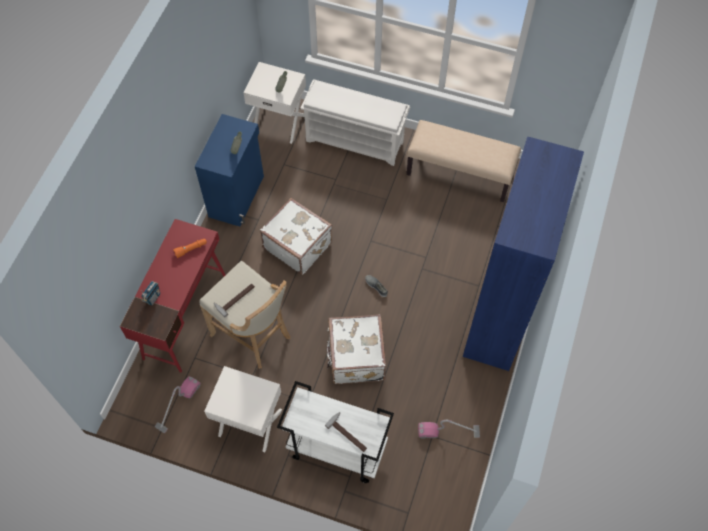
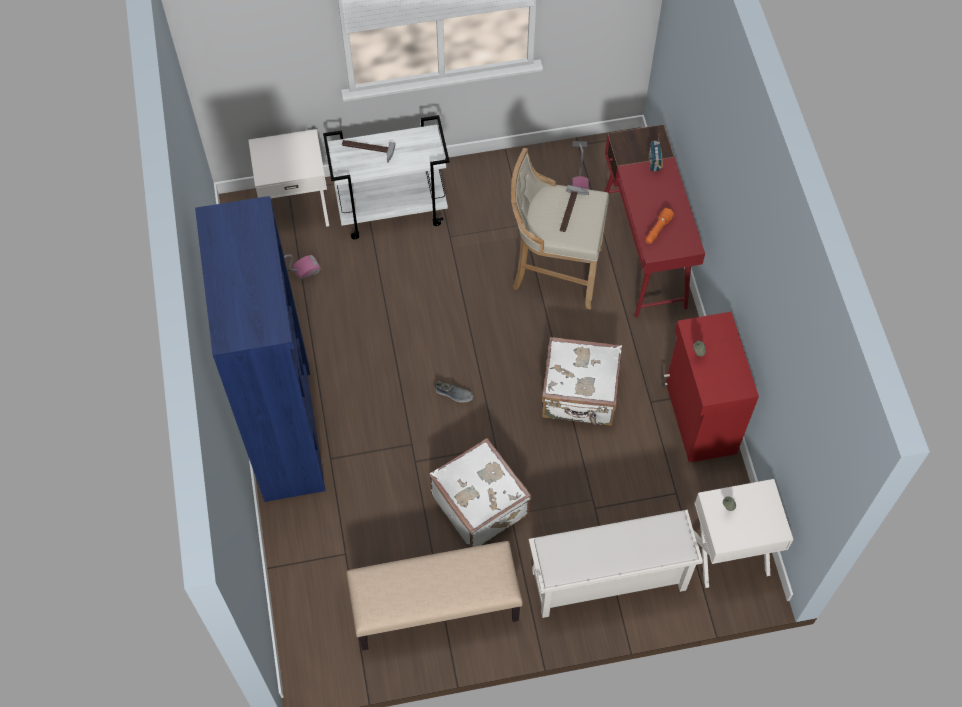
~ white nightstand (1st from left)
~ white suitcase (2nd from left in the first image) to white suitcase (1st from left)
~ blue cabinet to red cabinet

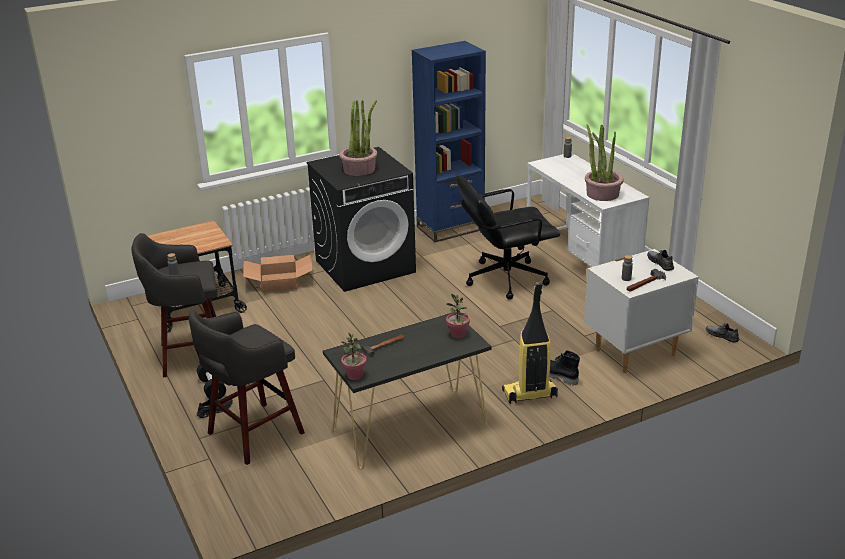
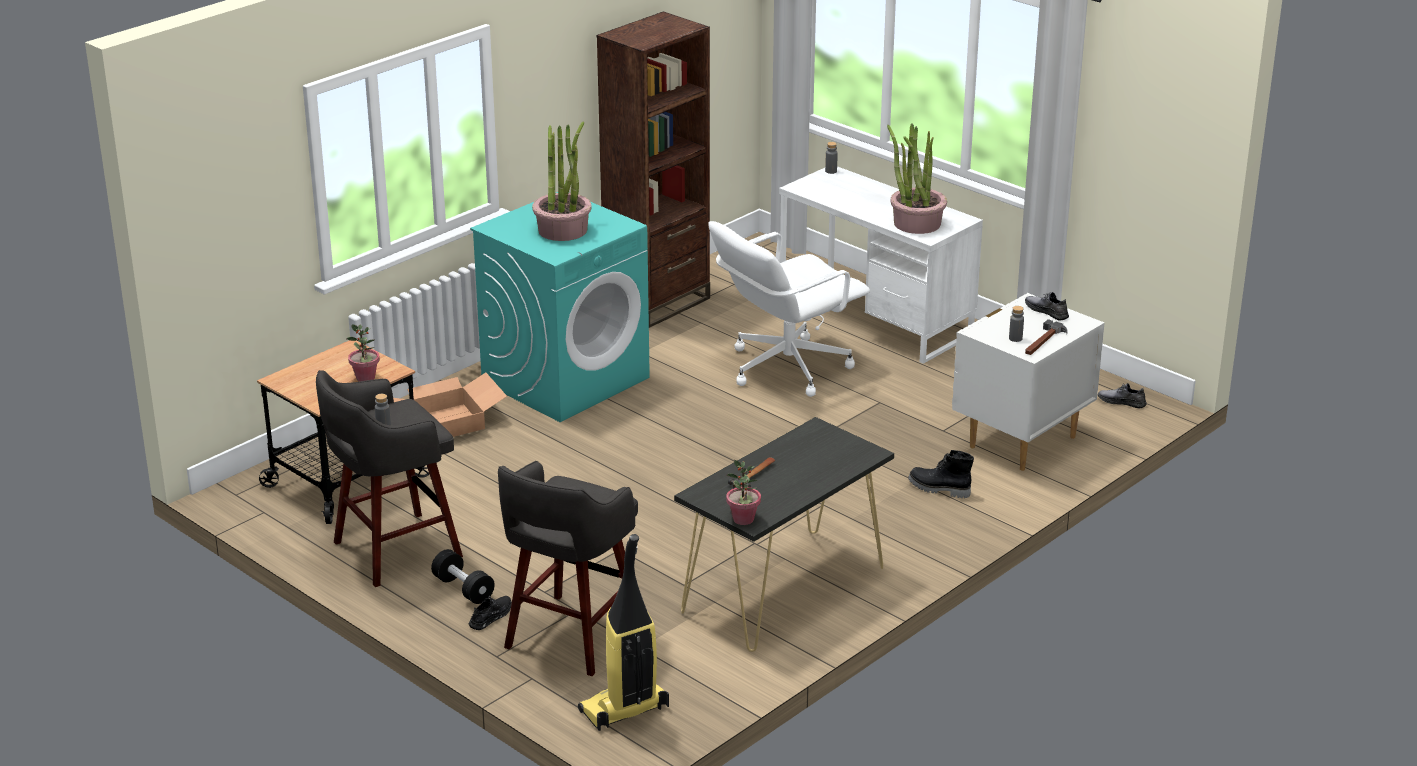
~ potted plant (3rd from left in the first image) to potted plant (1st from left)
~ black washing machine to turquoise washing machine
~ vacuum cleaner
~ blue bookcase to brown bookcase
~ black office chair to white office chair

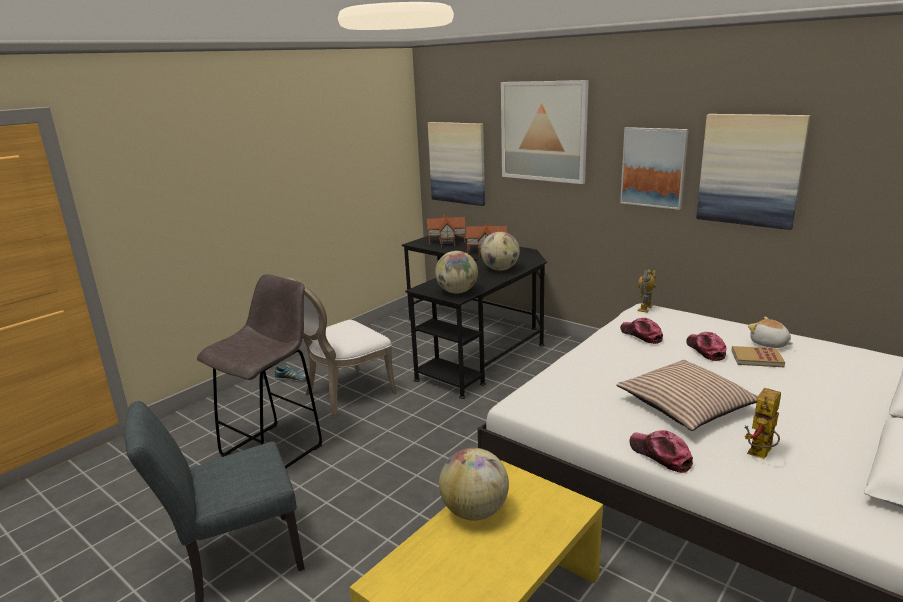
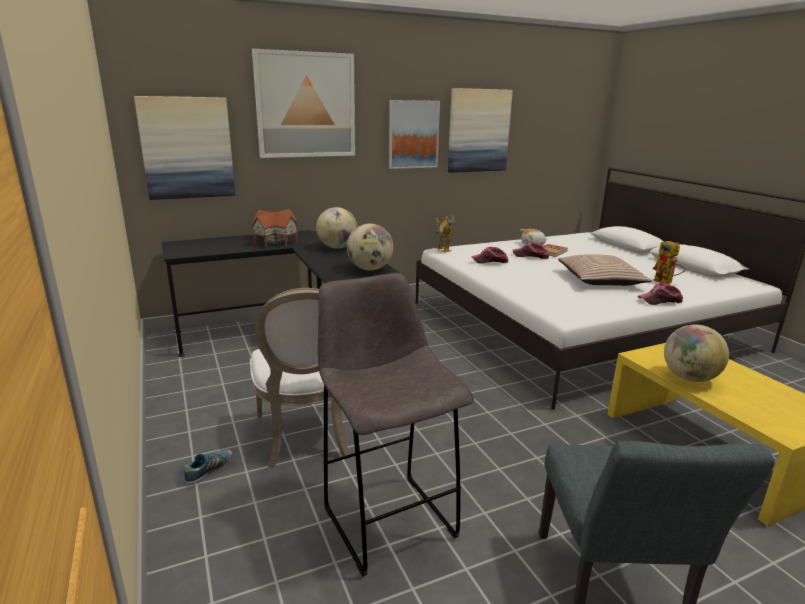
- toy house (1st from left)

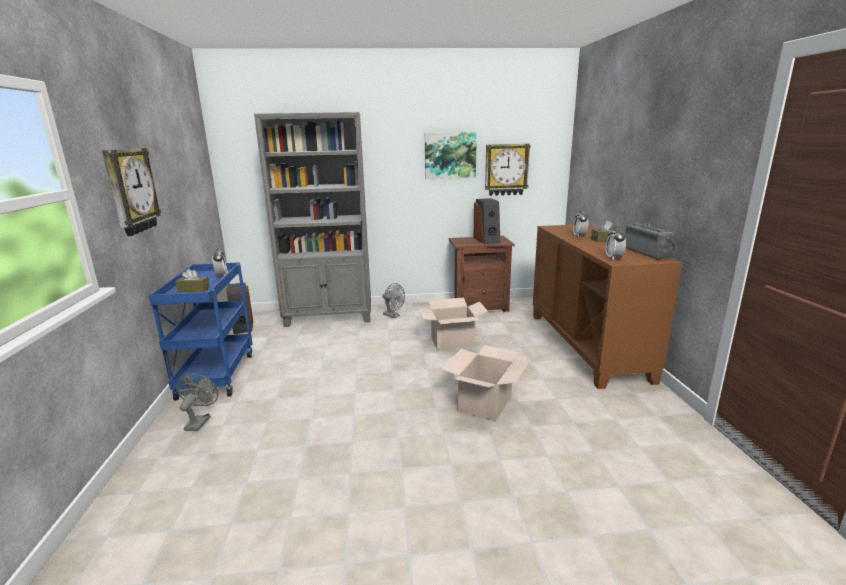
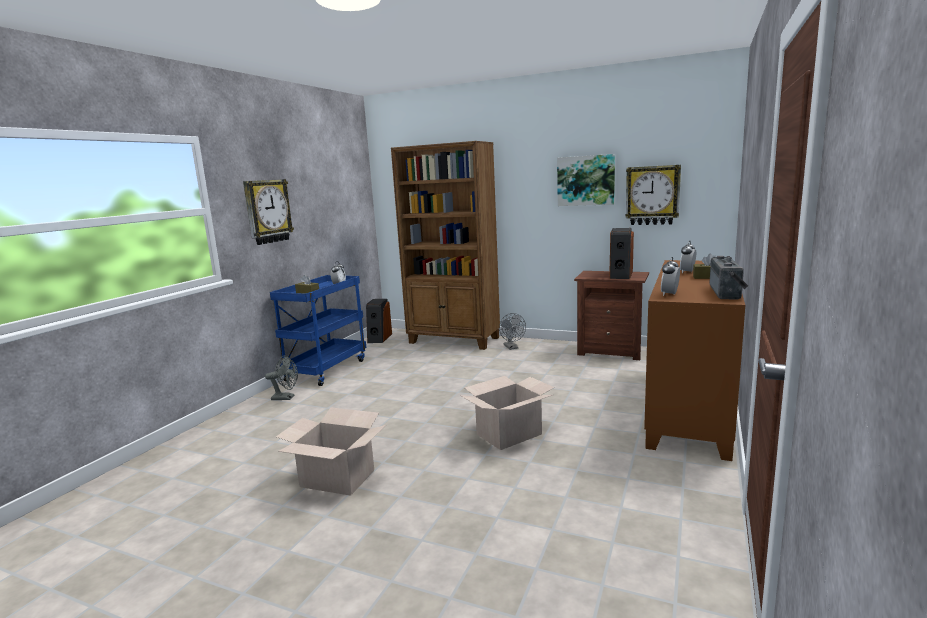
~ grey fan (1st from left) 60 degrees clockwise
~ cardboard box (1st from left)
~ grey bookcase to brown bookcase

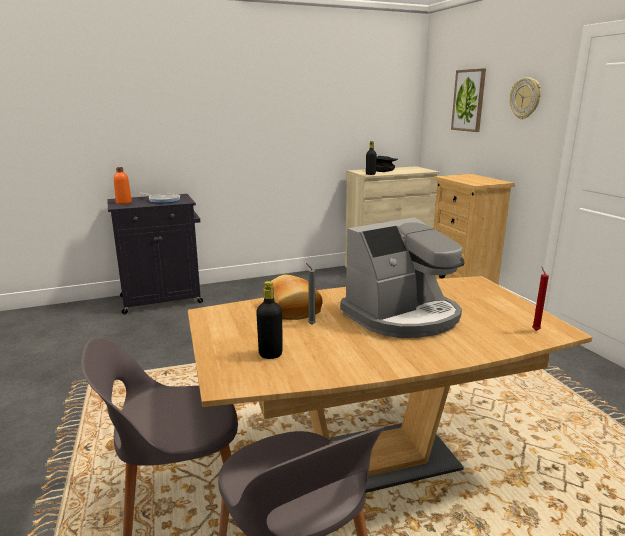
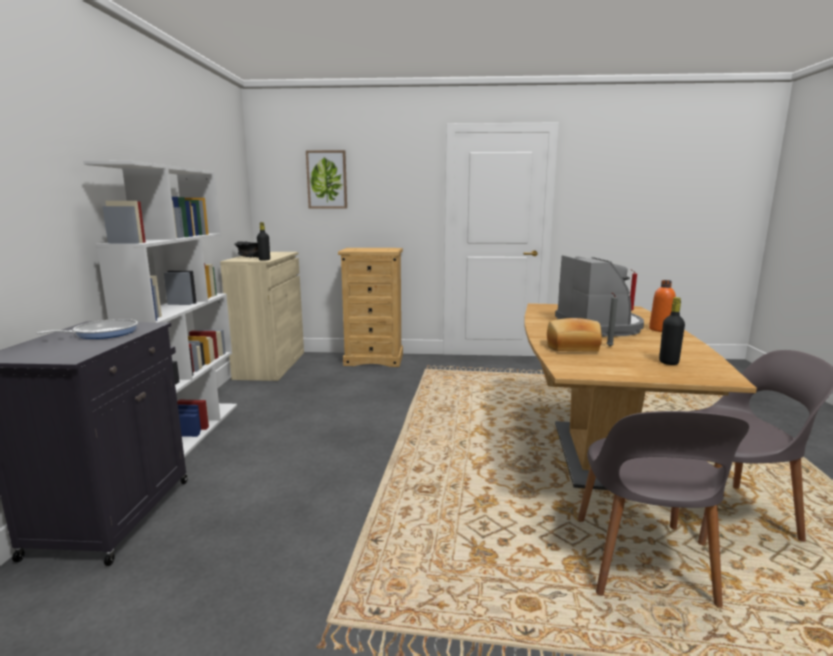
+ white bookcase
~ orange bottle
- wall clock

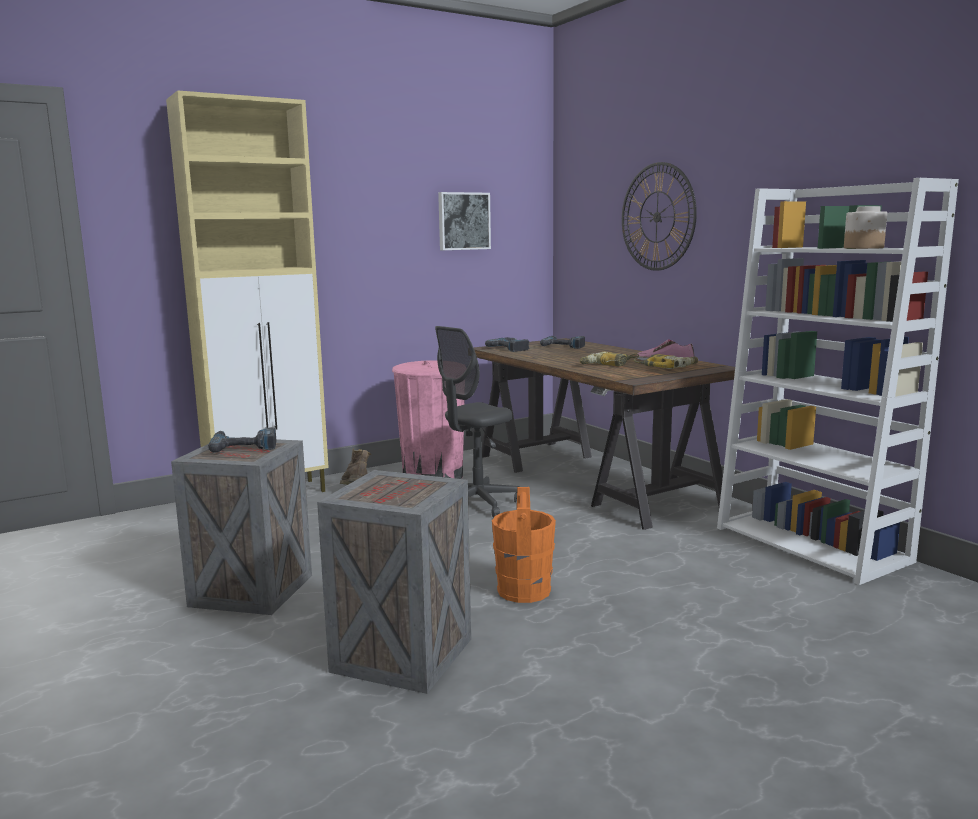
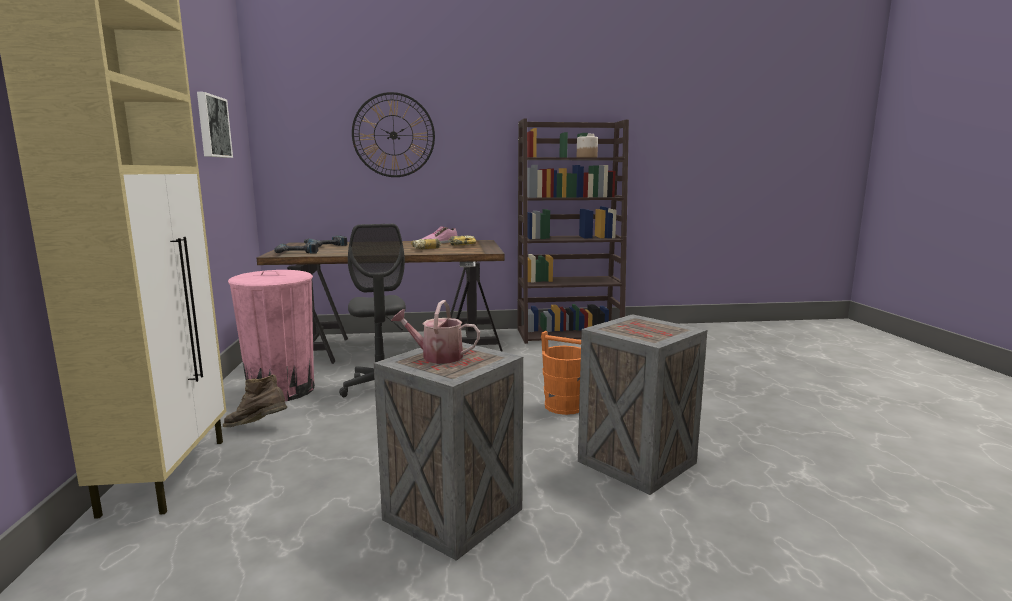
~ power drill (1st from left) to watering can
~ white bookcase to brown bookcase

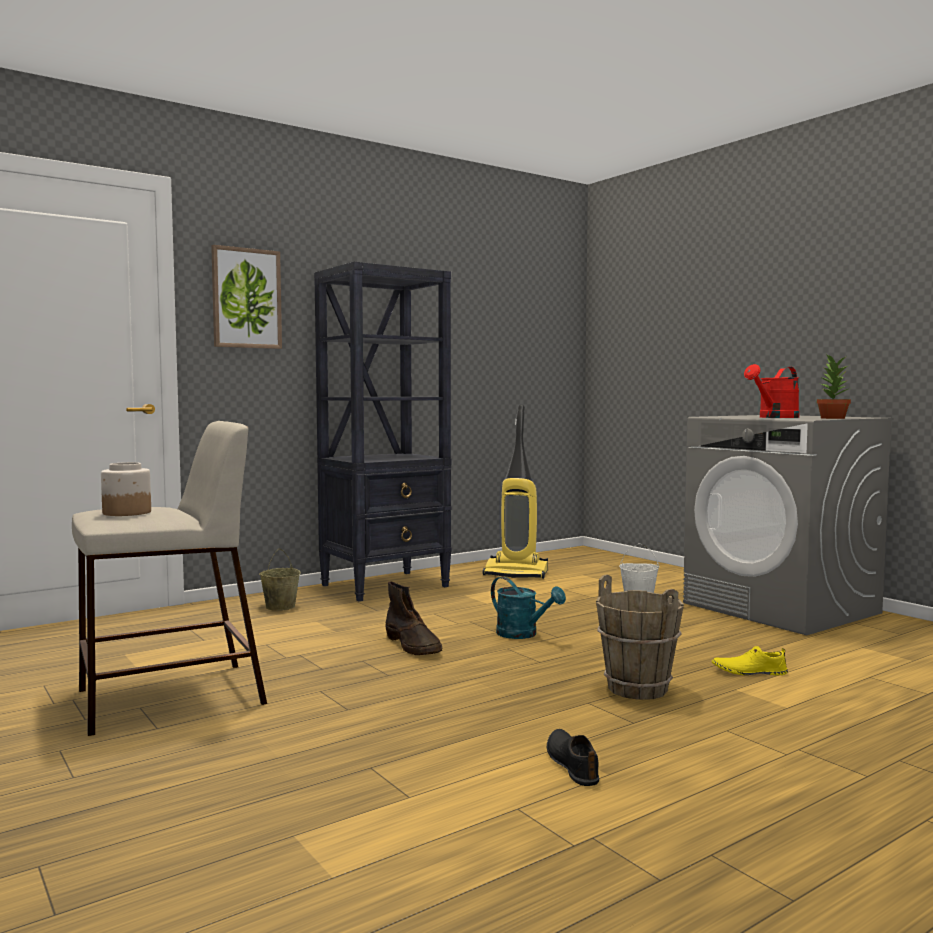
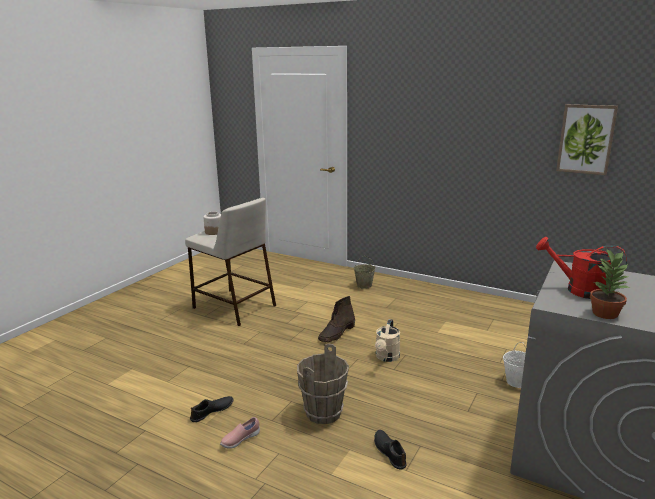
+ pink shoe
~ yellow shoe to black shoe (2nd from left)
~ turquoise watering can to beige watering can
~ picture
- black bookcase
- vacuum cleaner

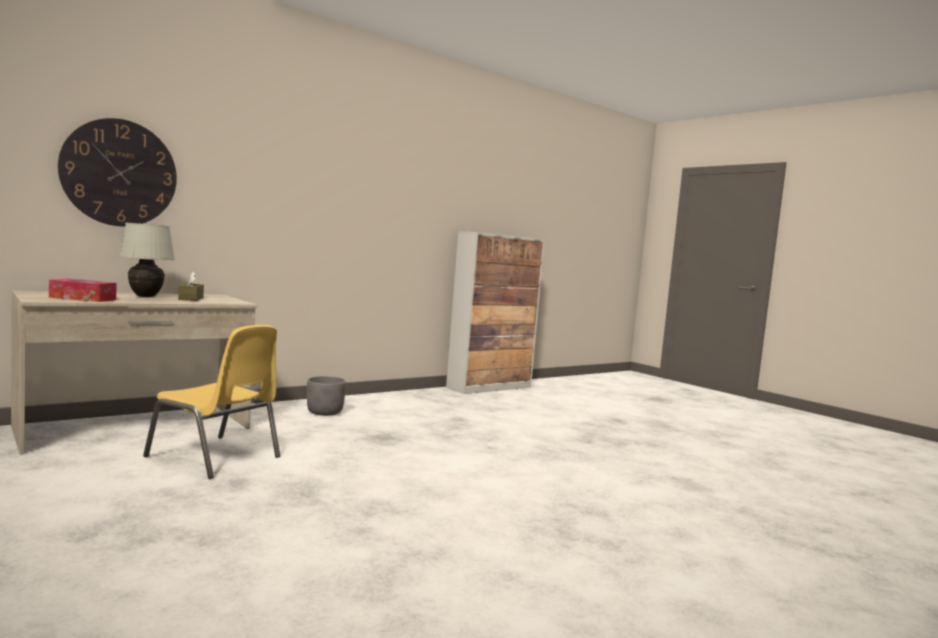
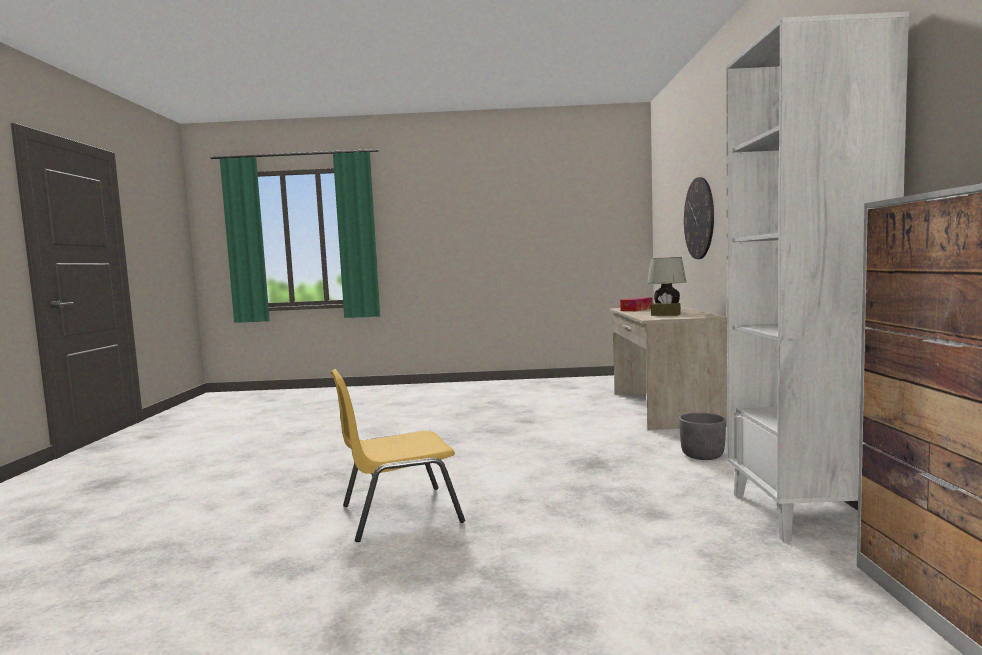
~ yellow chair
+ white bookcase

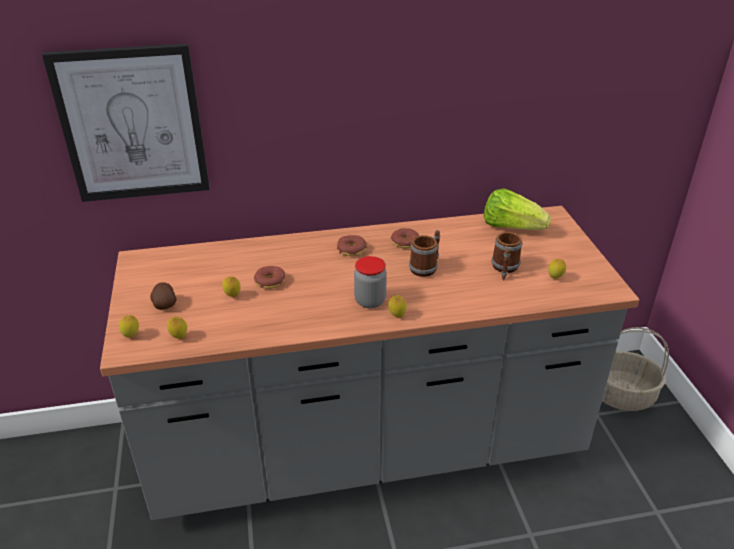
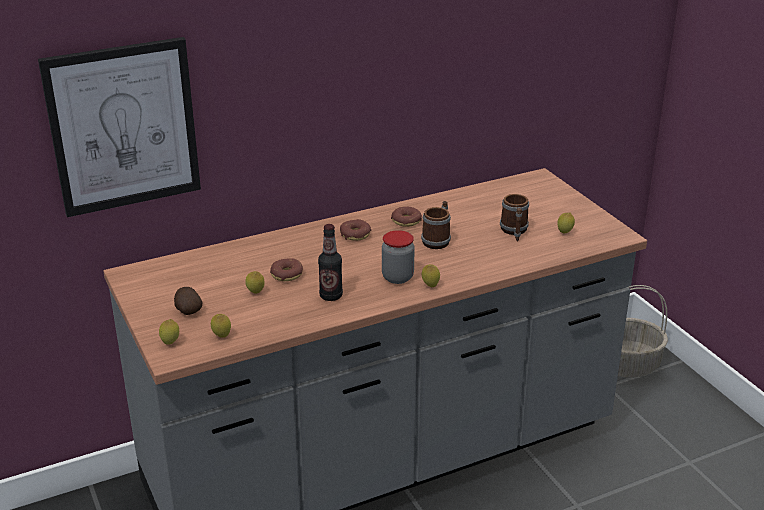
+ bottle
- lettuce

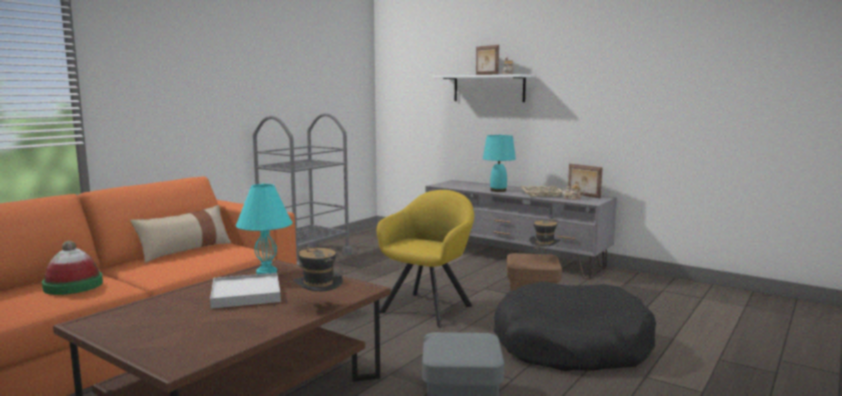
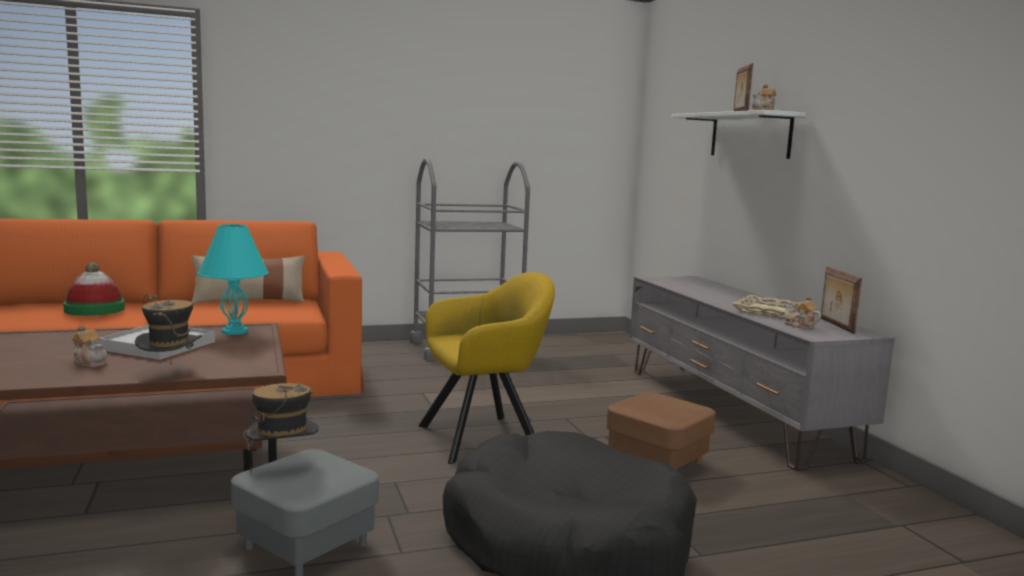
+ teapot (1st from left)
~ hat (3rd from left)
- turquoise table lamp (2nd from left)

